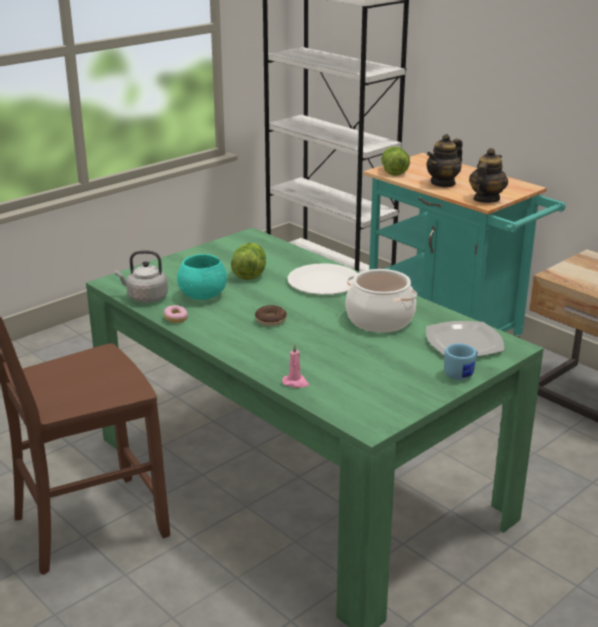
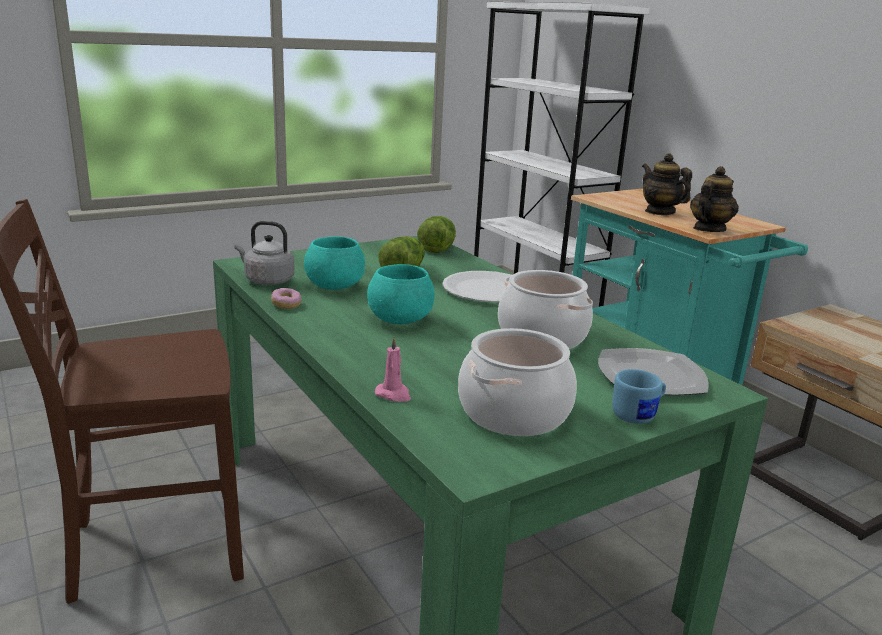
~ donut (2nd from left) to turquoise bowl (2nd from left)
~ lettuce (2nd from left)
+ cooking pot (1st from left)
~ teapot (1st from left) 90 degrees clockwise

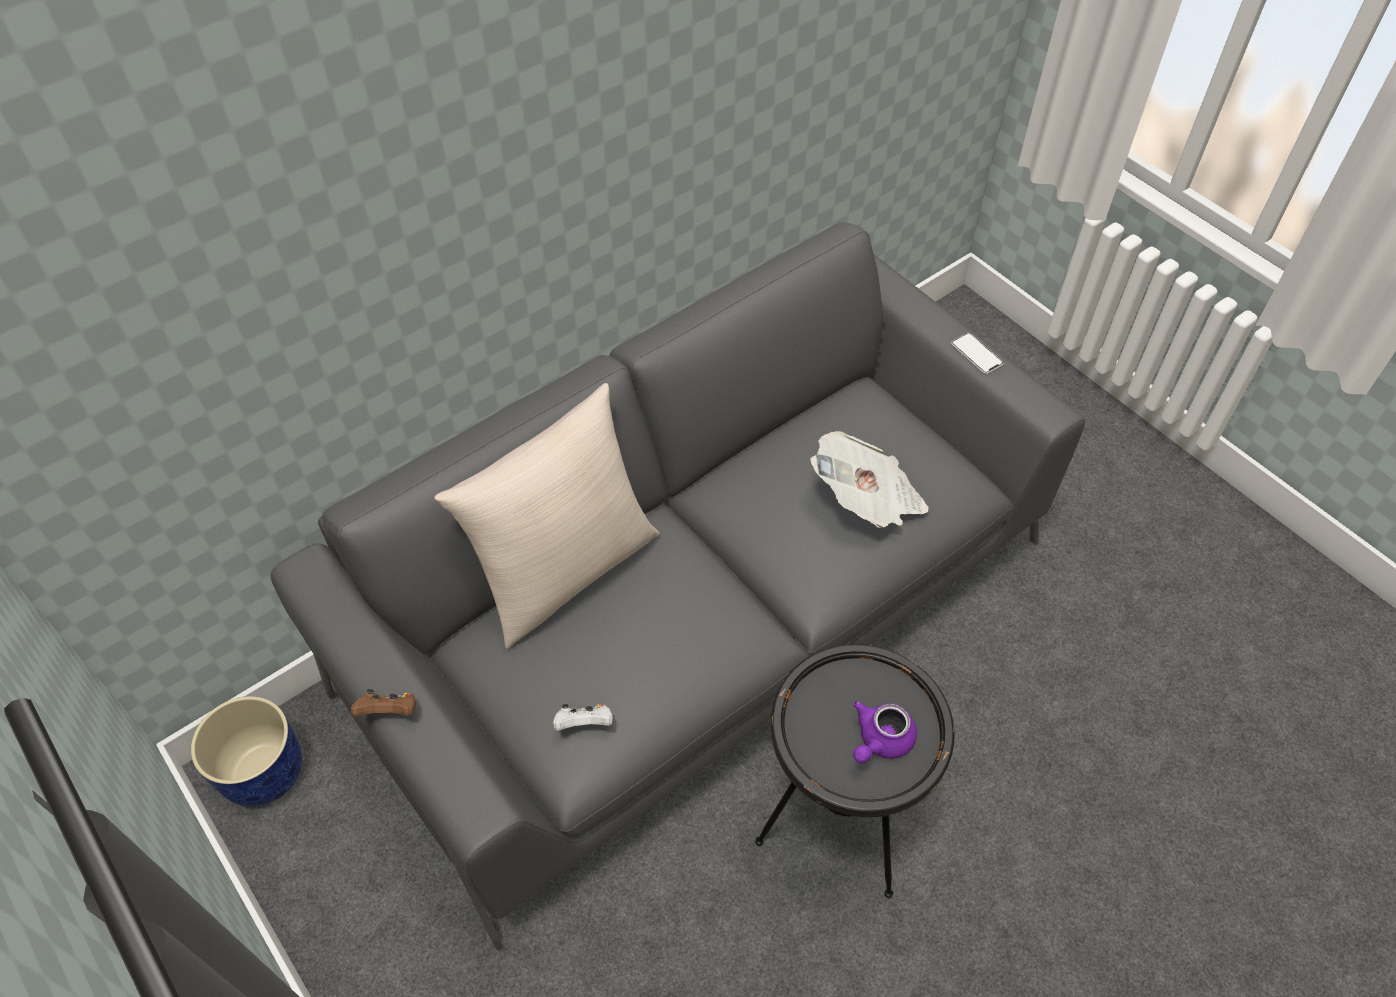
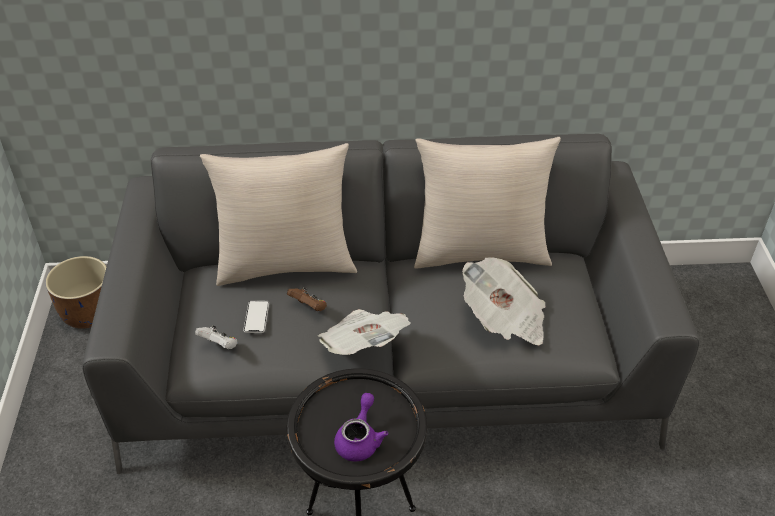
~ blue planter to brown planter
~ phone
~ brown game controller
+ newspaper (1st from left)
~ purple teapot 120 degrees clockwise
+ beige pillow (2nd from left)

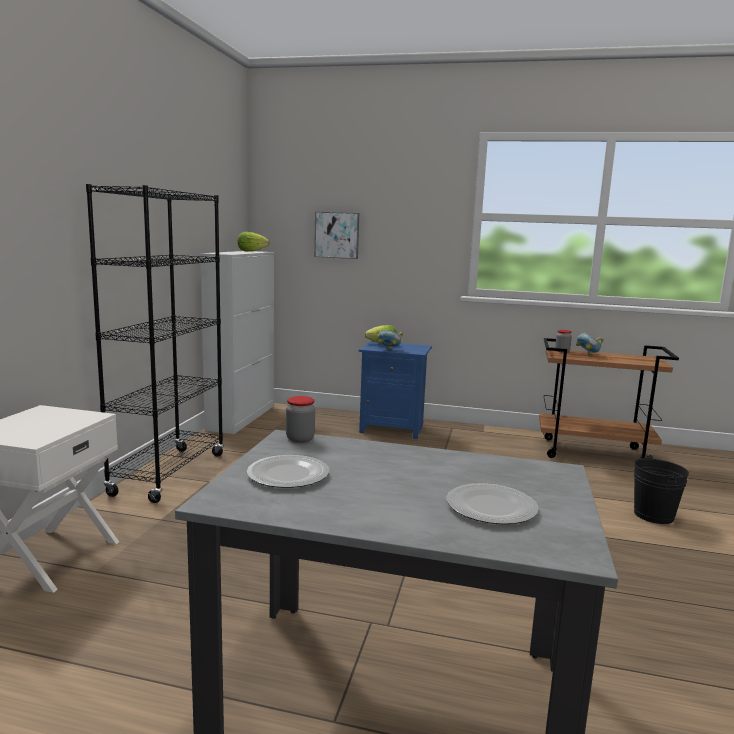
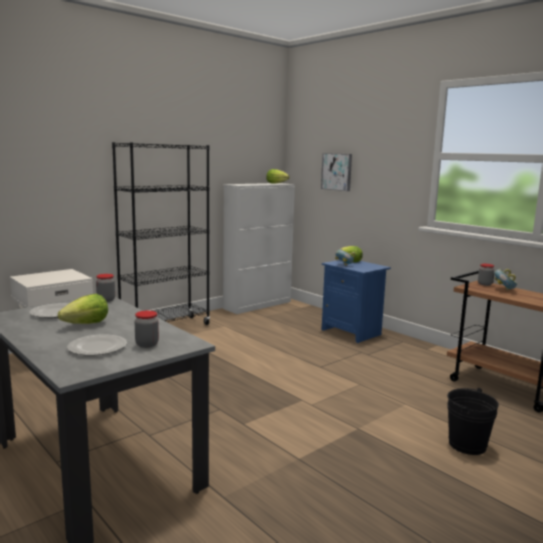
+ lettuce (1st from left)
+ jar (2nd from left)

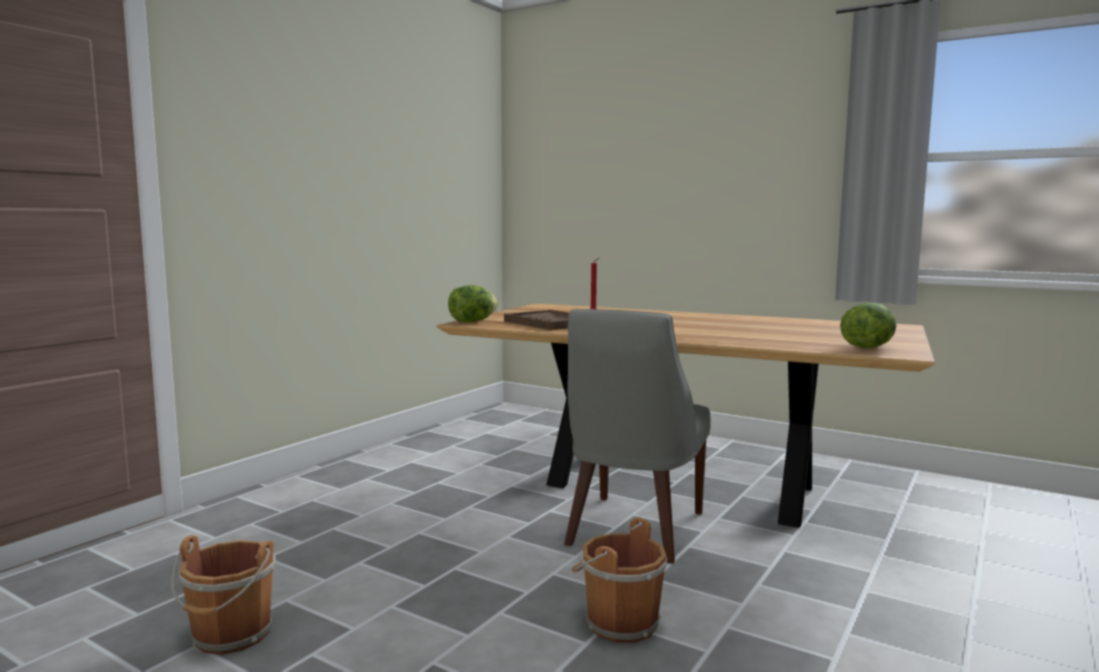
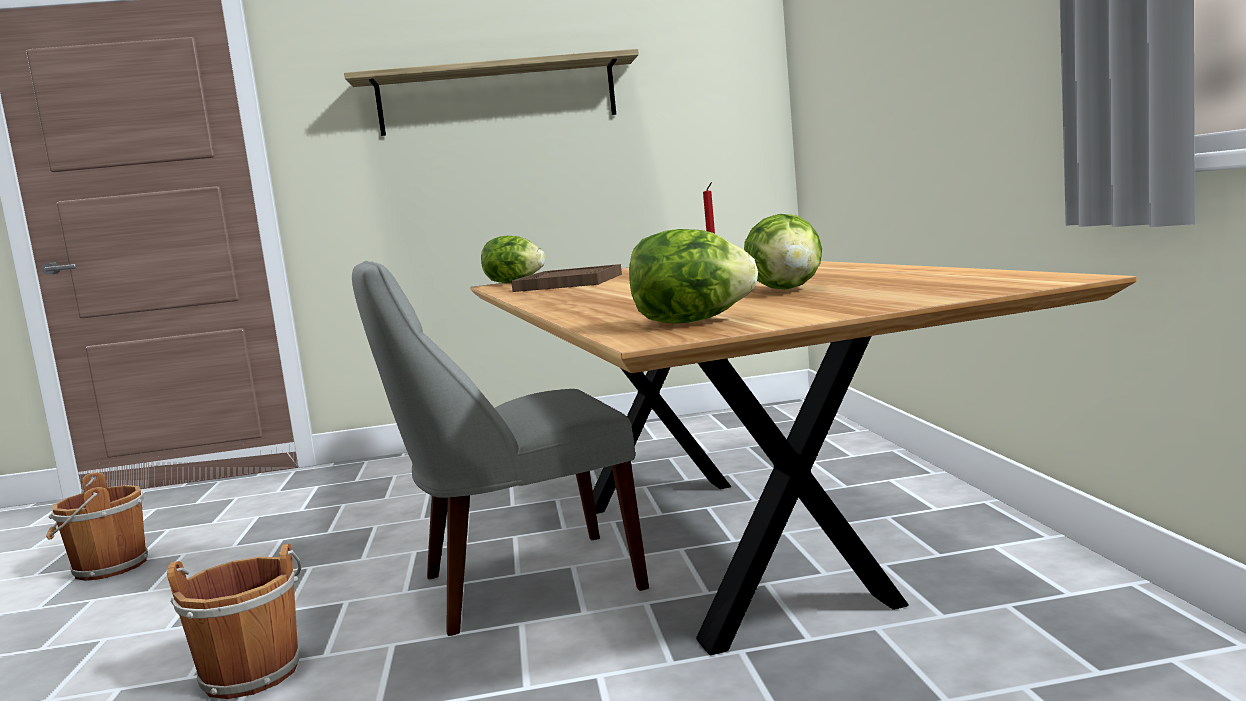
+ shelf
+ lettuce (3rd from left)

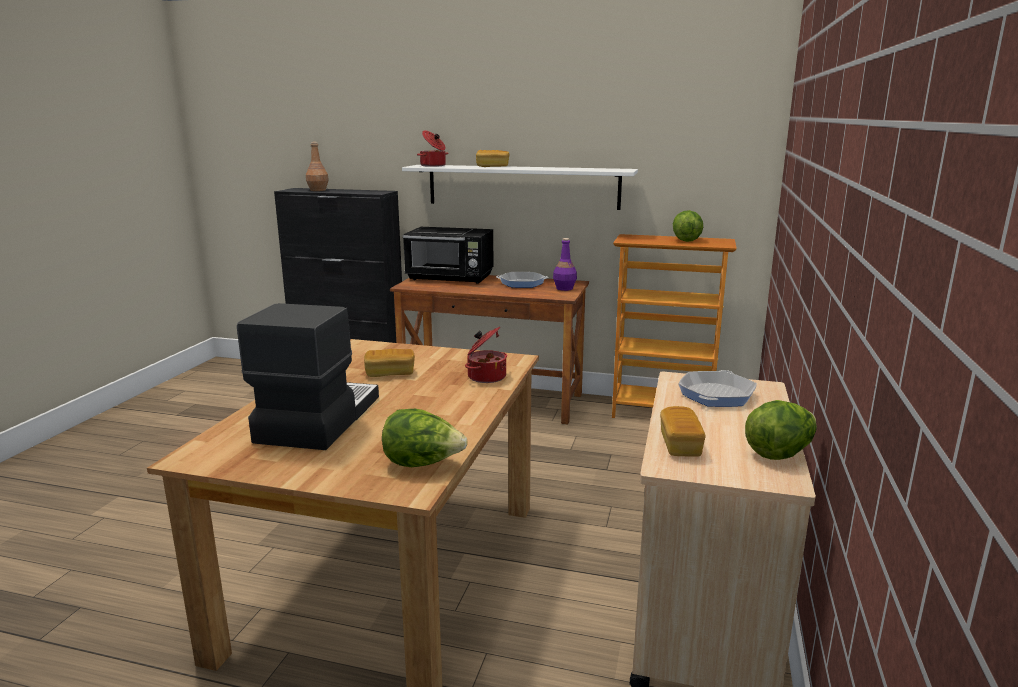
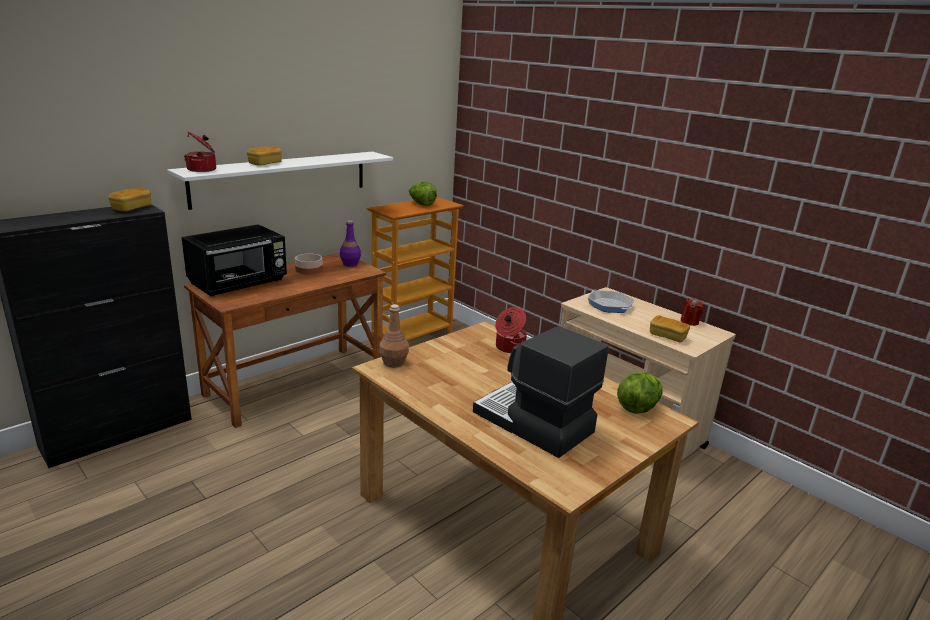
~ bread (1st from left)
~ frying pan (1st from left) to bowl
~ brown bottle
~ lettuce (3rd from left) to red candle

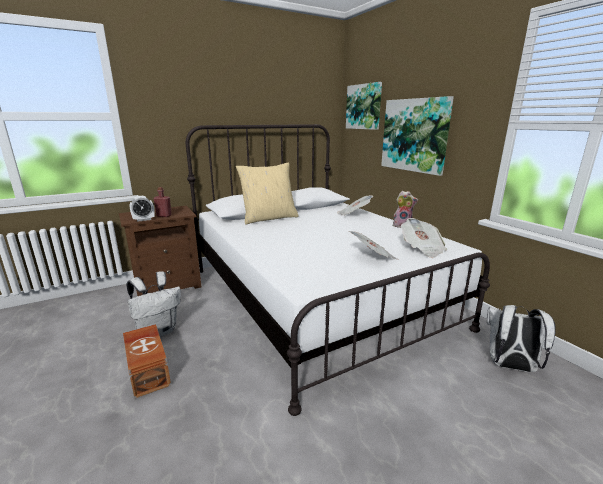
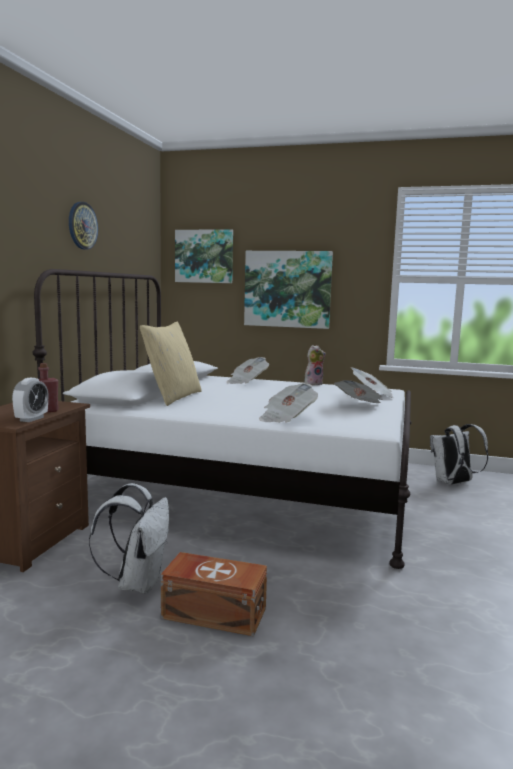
+ wall clock
+ newspaper (2nd from left)

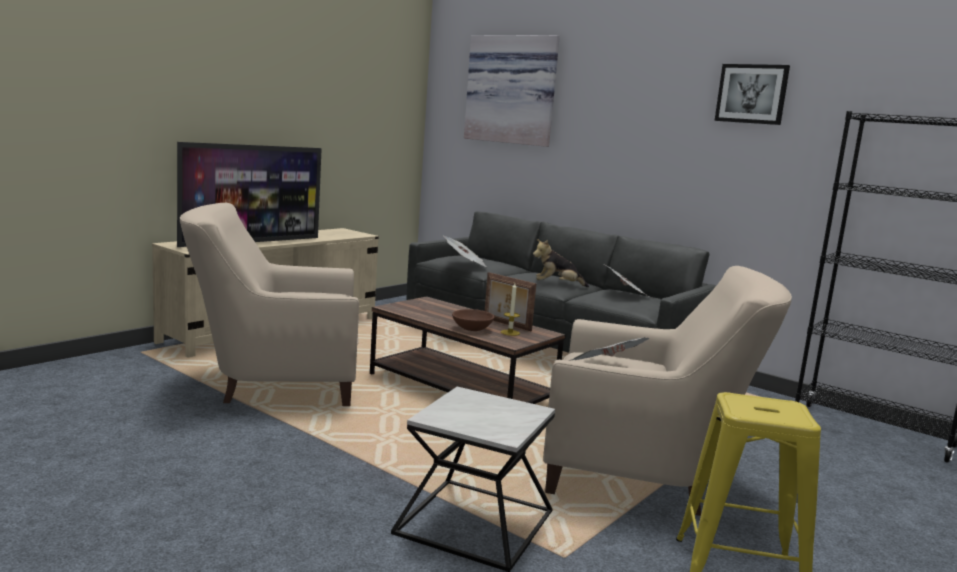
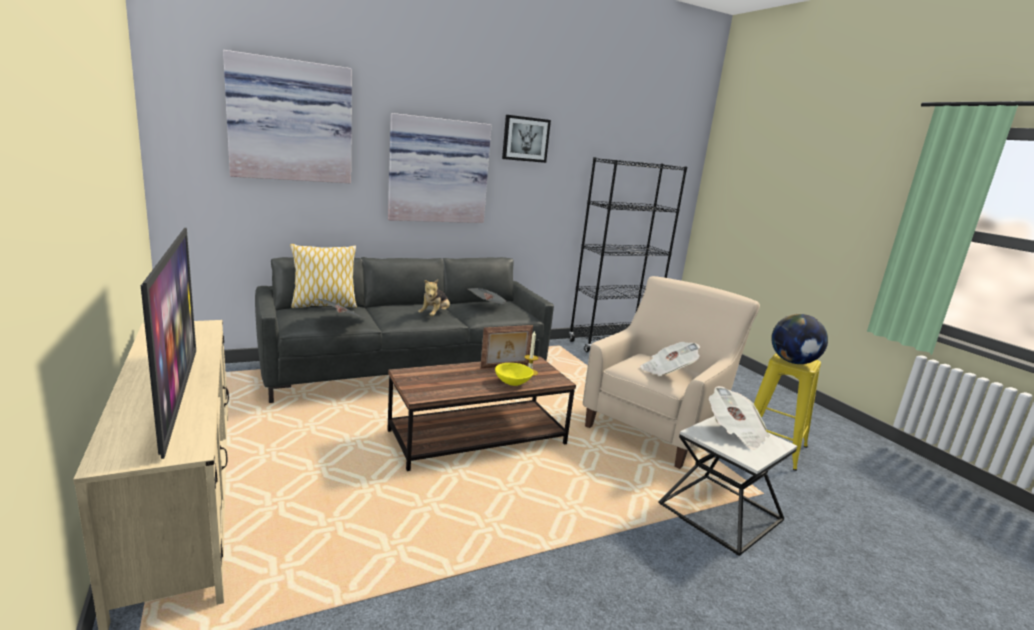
+ pillow
+ picture (2nd from left)
~ brown bowl to yellow bowl
+ newspaper (4th from left)
+ globe
- beige armchair (1st from left)

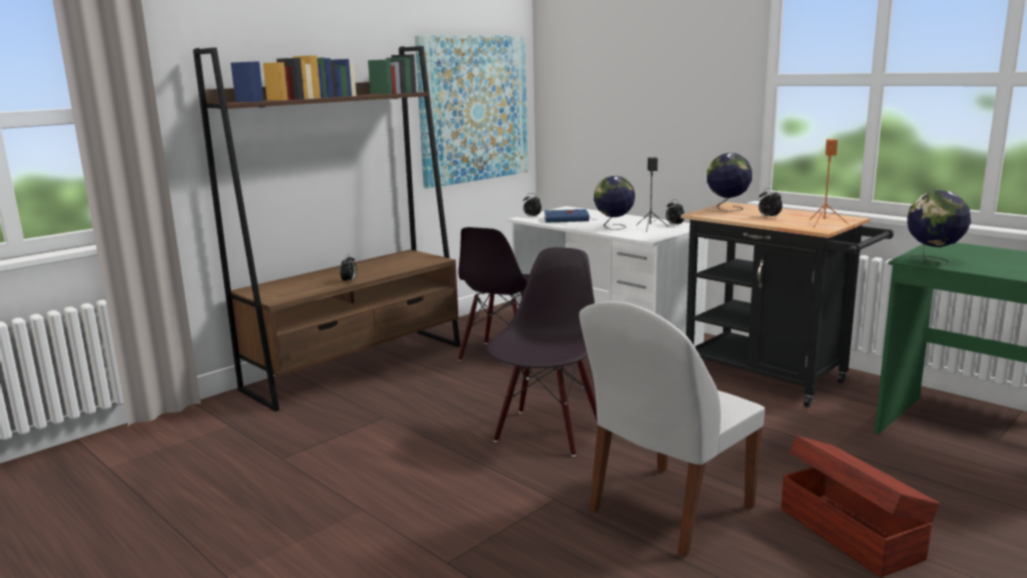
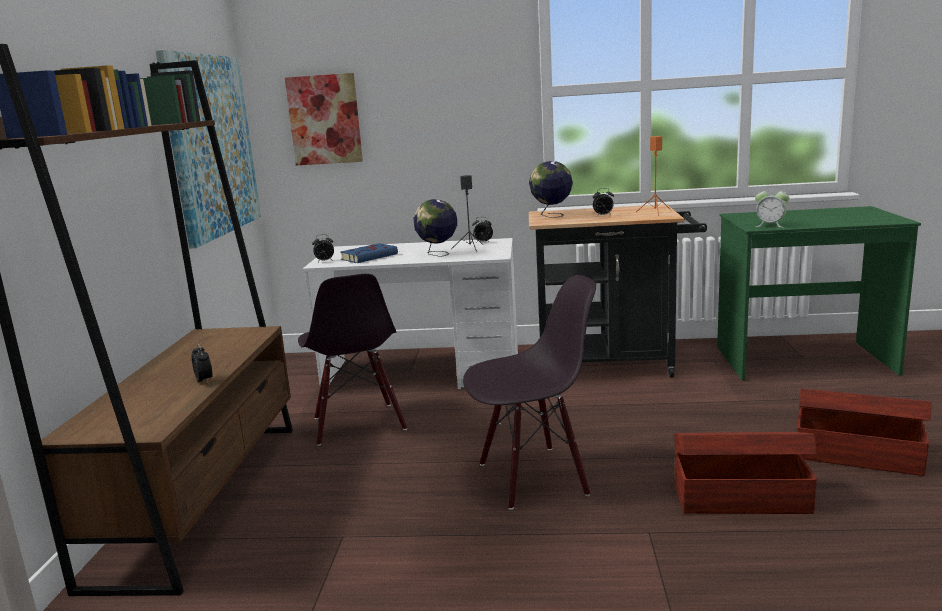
+ picture (2nd from left)
~ black chair (2nd from left) 90 degrees clockwise
~ white chair to brown storage box (1st from left)
~ globe (3rd from left) to alarm clock (5th from left)

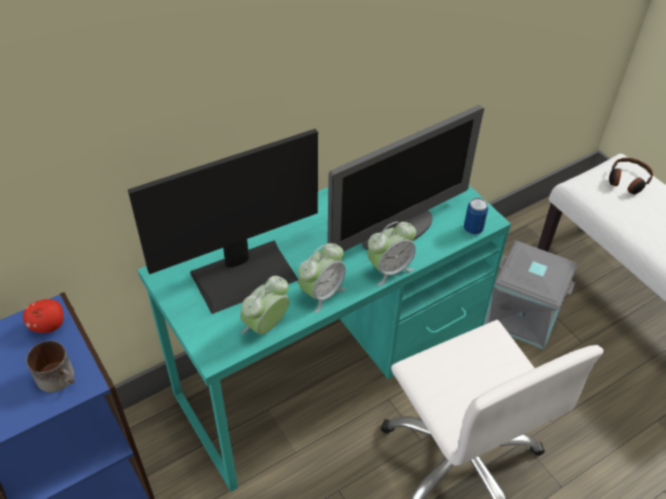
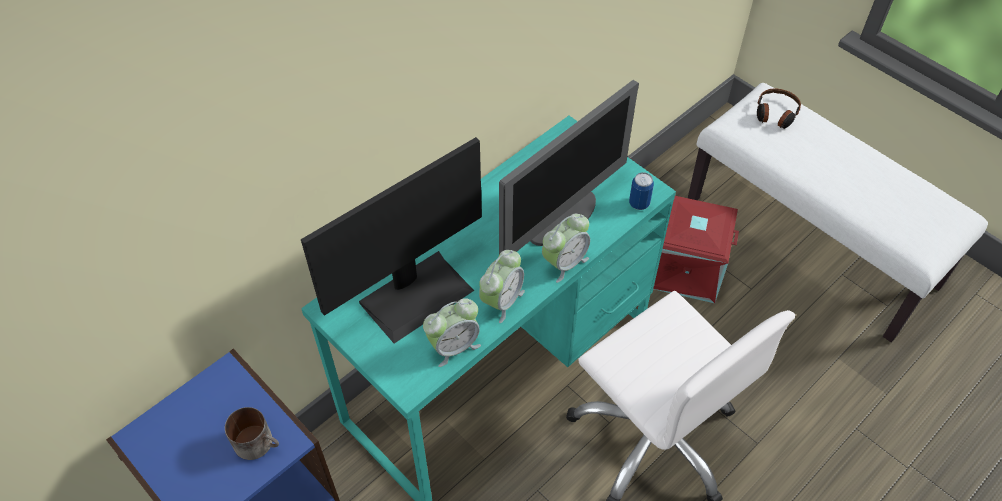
~ alarm clock (1st from left) 150 degrees counterclockwise
~ grey storage box to red storage box
- apple

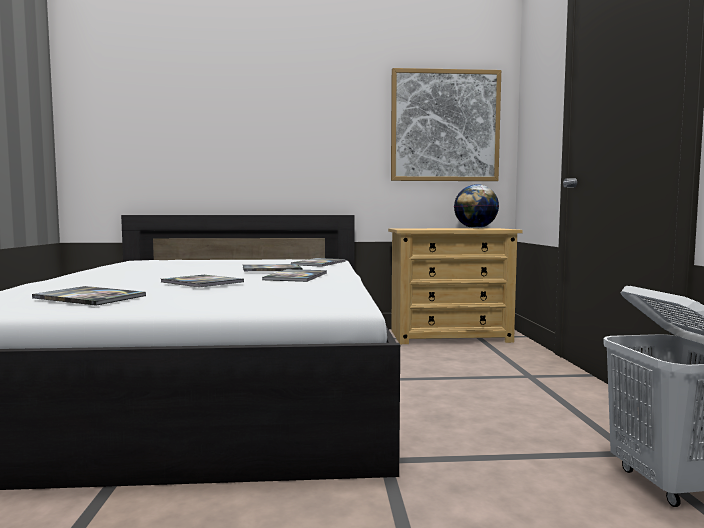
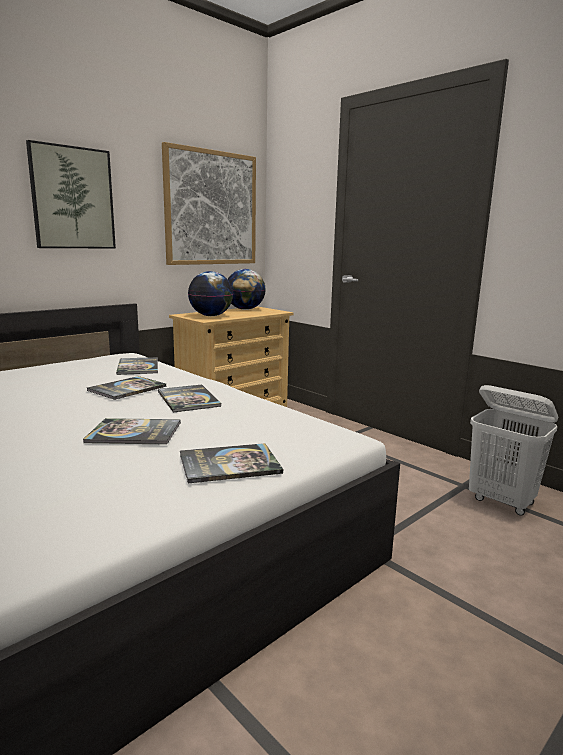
+ picture (1st from left)
~ book (1st from left in the first image) to book (5th from left)
+ globe (1st from left)

